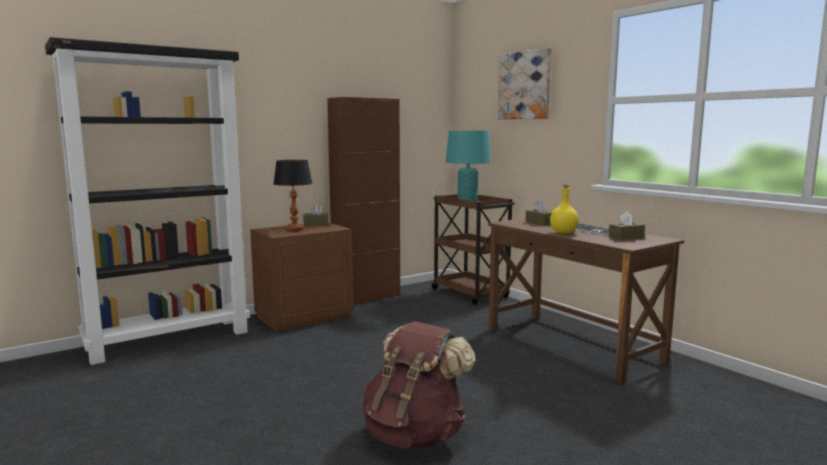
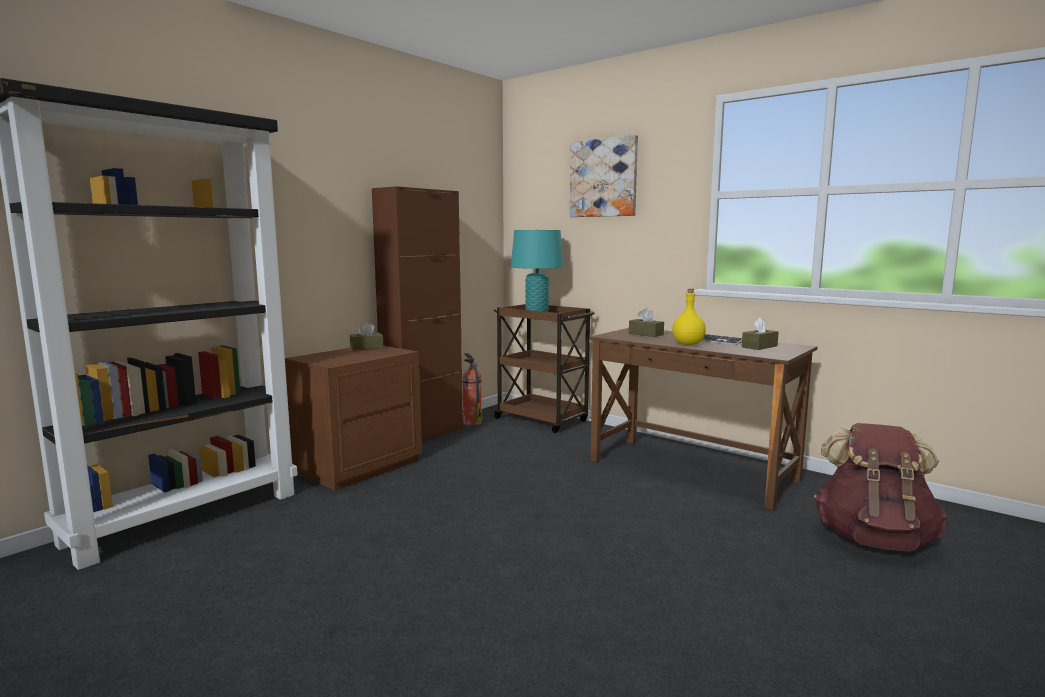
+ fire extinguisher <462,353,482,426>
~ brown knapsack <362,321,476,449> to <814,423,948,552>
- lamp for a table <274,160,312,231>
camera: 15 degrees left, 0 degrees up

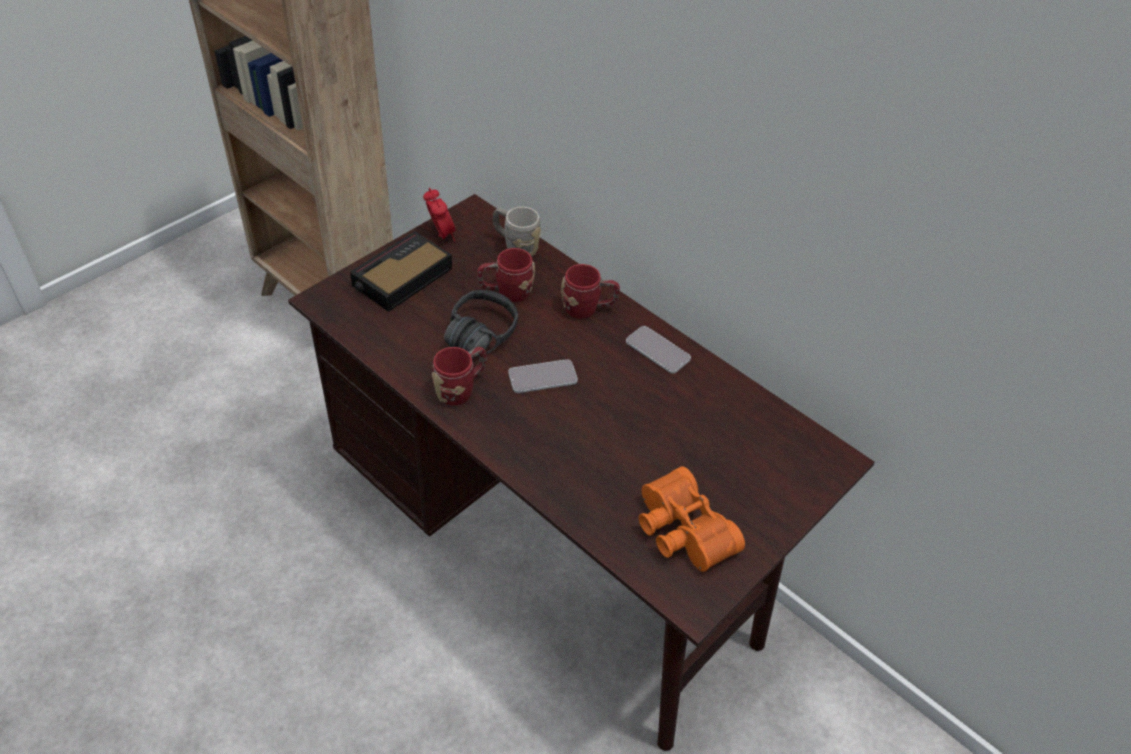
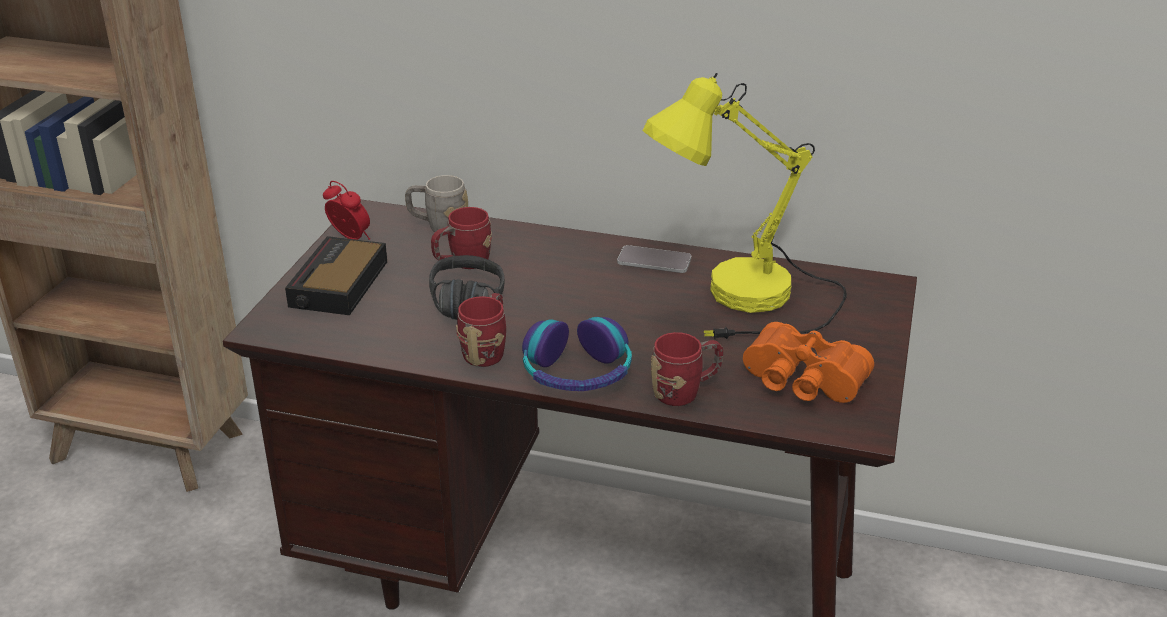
+ headset <522,317,632,391>
+ yellowish lamp for a table <642,73,847,339>
~ red tea mug <561,264,620,319> to <651,332,723,406>
- phone <508,359,578,393>
camera: 25 degrees left, 15 degrees down

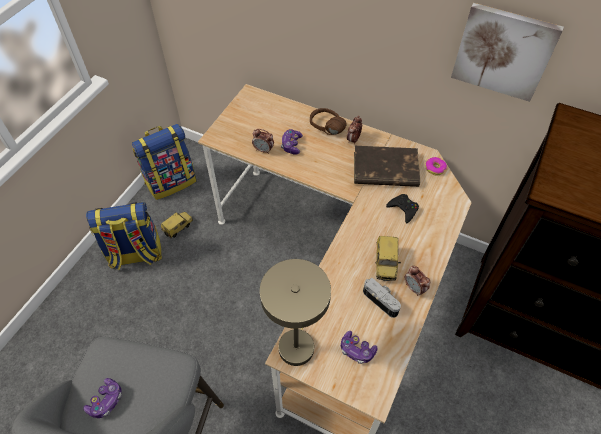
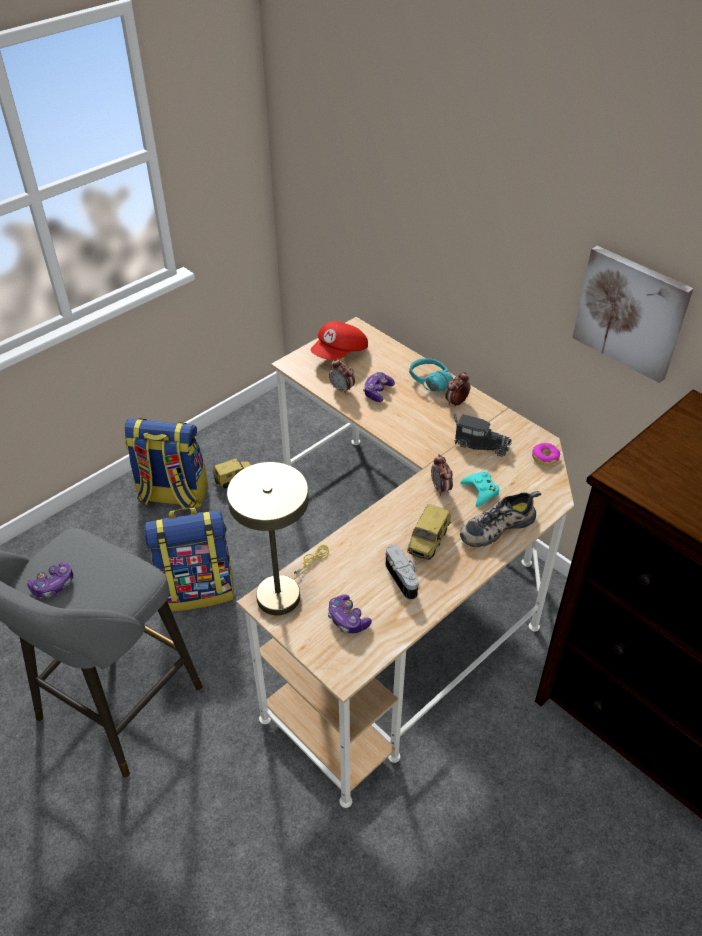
~ knapsack <132,124,197,200> to <144,507,234,611>
+ red peaked cap <311,321,368,360>
~ brown headset <310,108,347,135> to blue-green headset <409,358,453,392>
~ alarm clock <405,266,430,296> to <431,454,453,496>
~ brown bound book <354,146,420,187> to toy truck <454,413,512,457>
~ black-coloured gamepad <386,194,419,223> to blue-green gamepad <460,472,500,507>
+ item of footwear <460,491,541,547>
camera: 20 degrees right, 10 degrees down

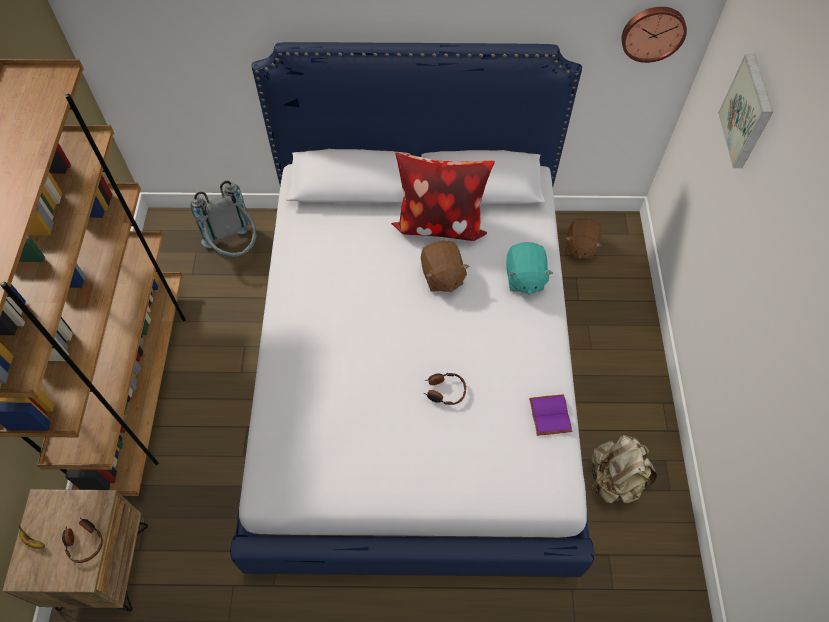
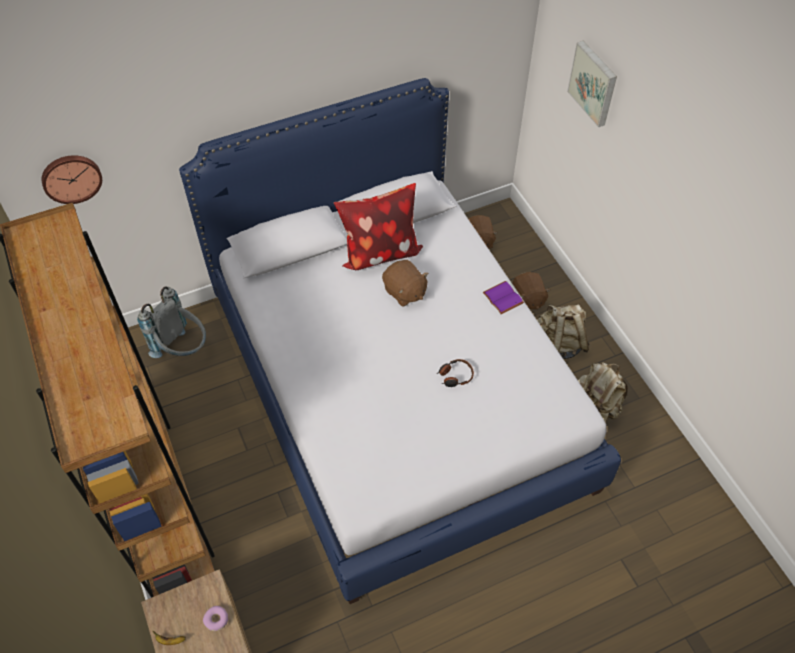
~ wall clock <621,7,687,63> to <42,155,102,204>
~ headset <62,518,103,563> to ring doughnut <203,606,228,631>
~ purplish bound book <529,394,572,436> to <483,281,524,314>
+ brown cuddly toy <513,272,551,310>
+ sand-coloured knapsack <537,304,590,359>
- blue-green cuddly toy <506,242,553,295>
camera: 25 degrees left, 5 degrees down

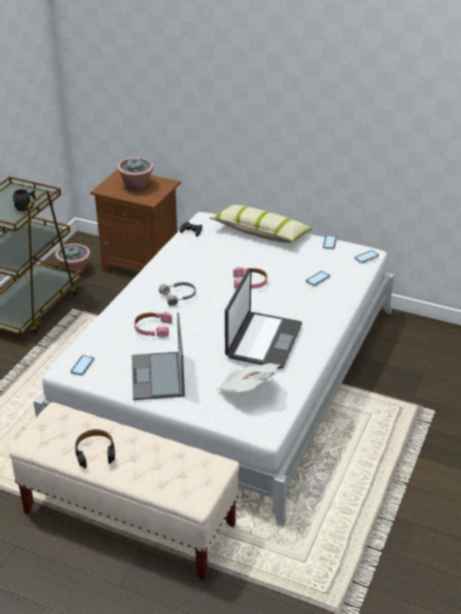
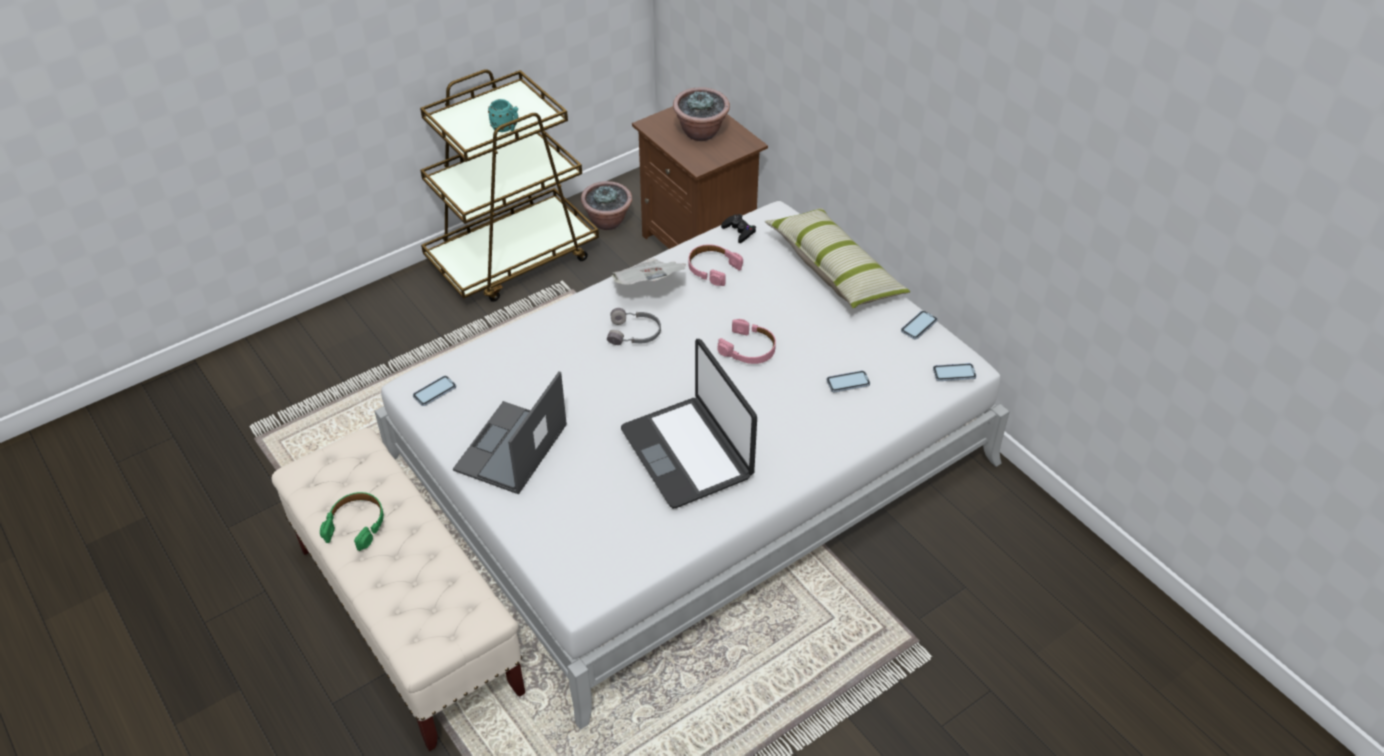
~ black-coloured headset <75,429,115,468> to green headset <320,492,384,551>
~ black-coloured tea mug <13,189,36,211> to blue-green tea mug <488,99,519,132>
~ newspaper <217,363,280,392> to <612,258,686,285>
~ notebook computer <225,268,302,369> = <621,339,757,508> 105 degrees clockwise
~ pink-coloured headset <134,312,172,337> to <689,244,743,286>
camera: 30 degrees right, 10 degrees up

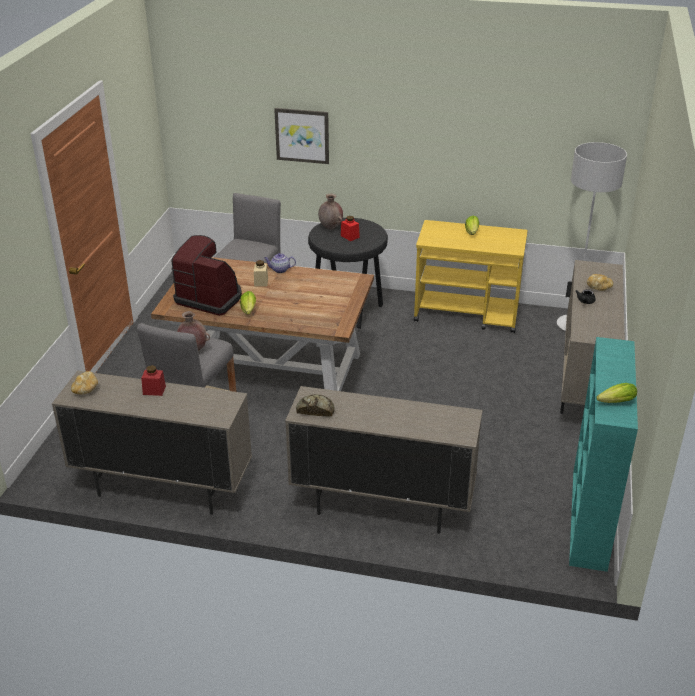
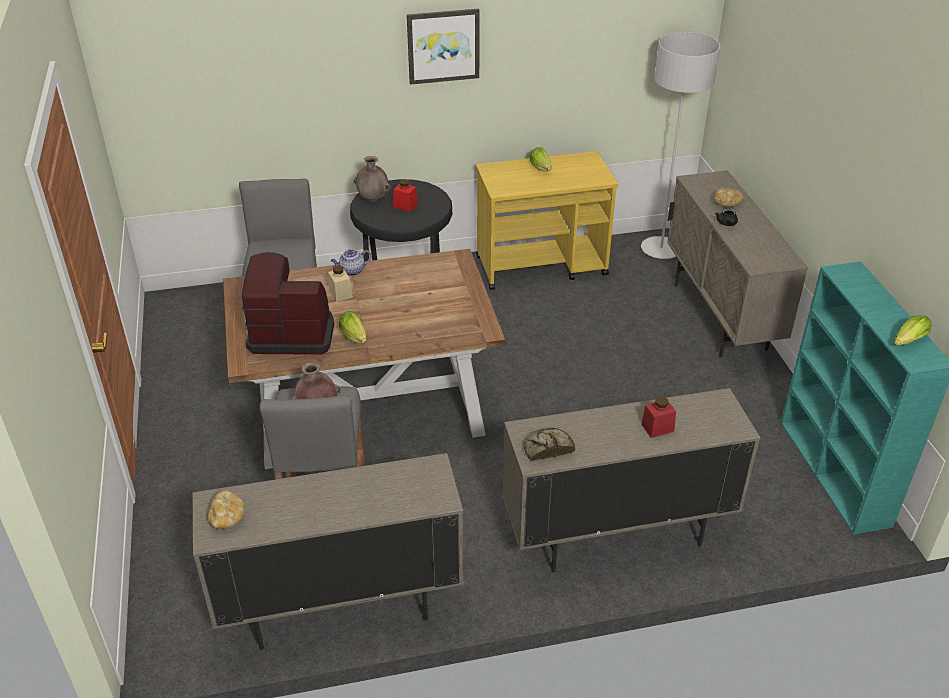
~ wall picture <274,108,329,164> to <407,9,480,85>
~ red preserve jar <141,365,166,396> to <641,397,676,438>
camera: 25 degrees left, 5 degrees up

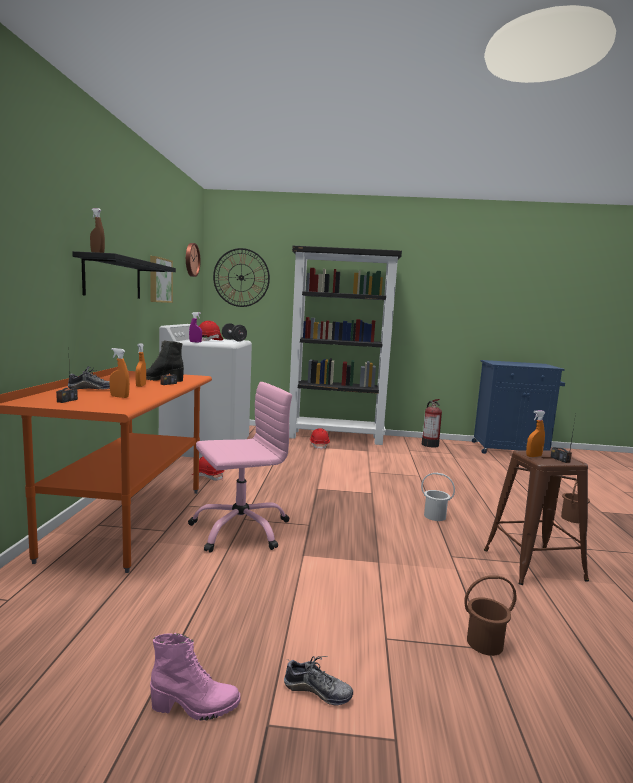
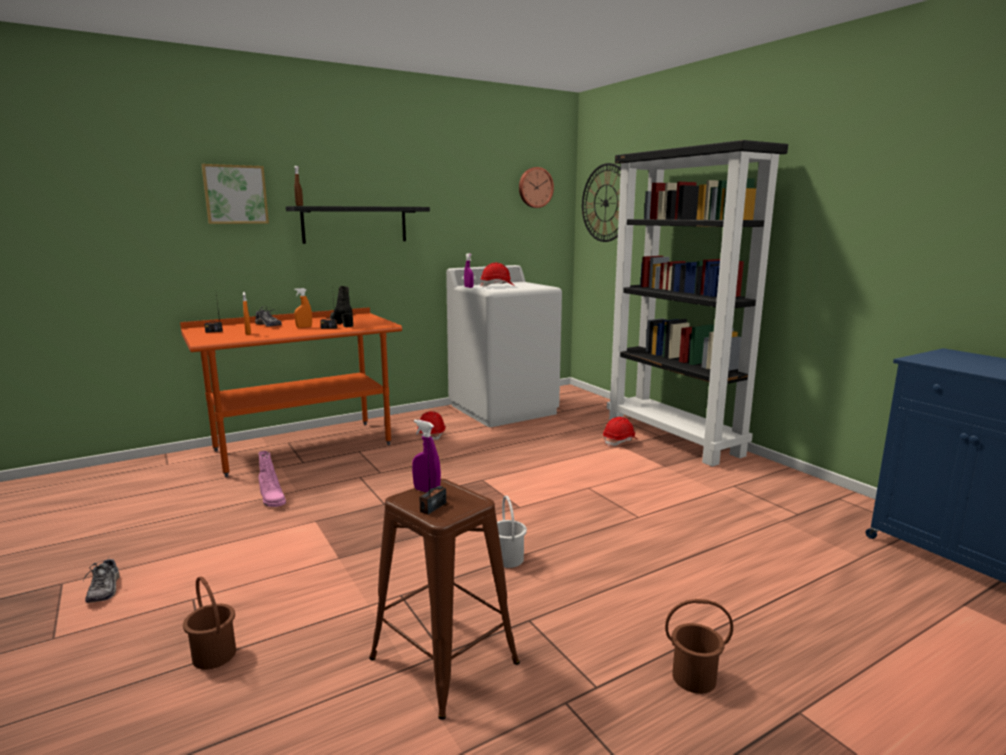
~ wall picture <150,256,173,303> to <202,164,269,224>
~ pink-coloured high-top boot <150,633,241,721> to <258,451,286,507>
~ orange hand sprayer <526,410,545,457> to purplish hand sprayer <412,420,441,492>
- pink-coloured desk chair <188,382,292,553>
- black-coloured dumbbell <222,323,247,342>
- fire extinguisher <422,399,442,447>
camera: 55 degrees right, 5 degrees up

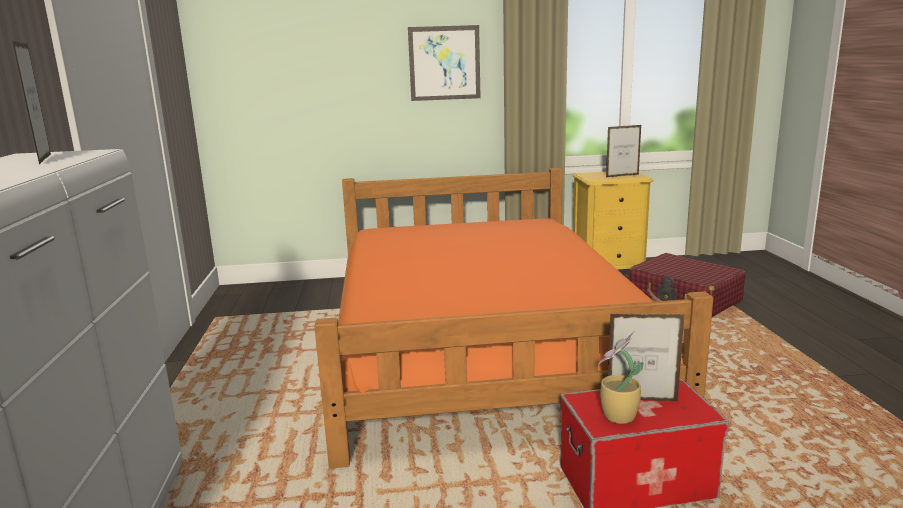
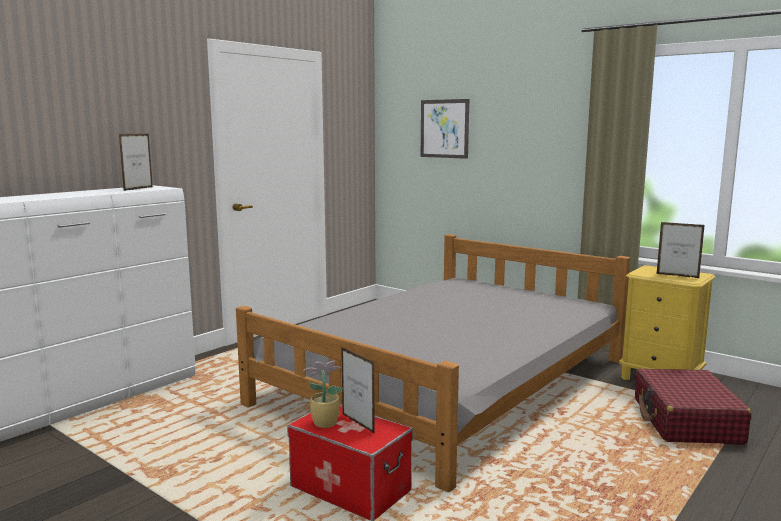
~ orange bedroom bed <314,168,714,469> to grey bedroom bed <236,234,630,492>
~ wall picture <408,25,481,101> to <421,99,469,159>
camera: 45 degrees right, 5 degrees down

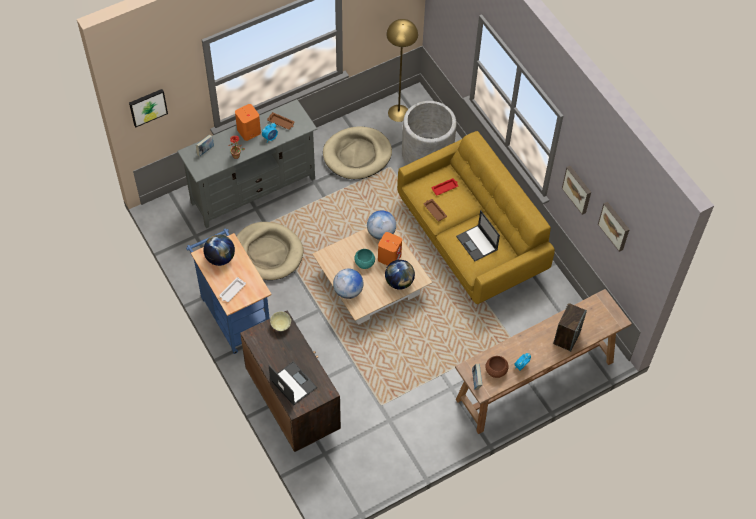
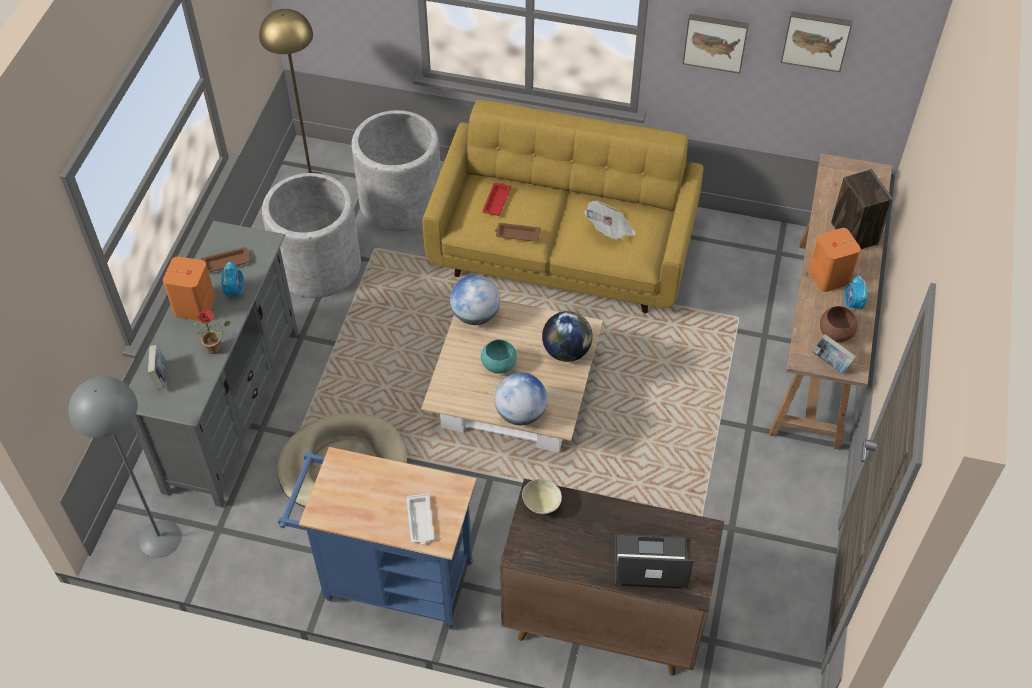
+ grey floor lamp <68,376,182,558>
~ sand-coloured dog cushion <323,126,392,179> to grey flower pot <262,173,361,298>
~ notebook computer <456,210,500,261> to newspaper <584,201,636,240>
~ orange loudspeaker <378,232,402,266> to <808,228,861,292>
- wall picture <129,89,168,127>
- globe <204,235,235,266>
camera: 45 degrees left, 5 degrees down

